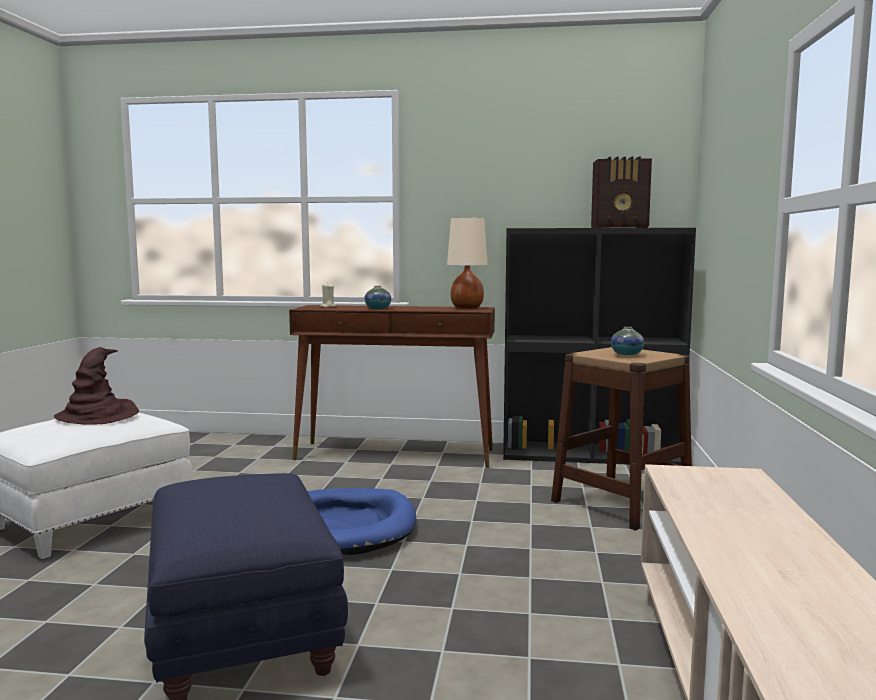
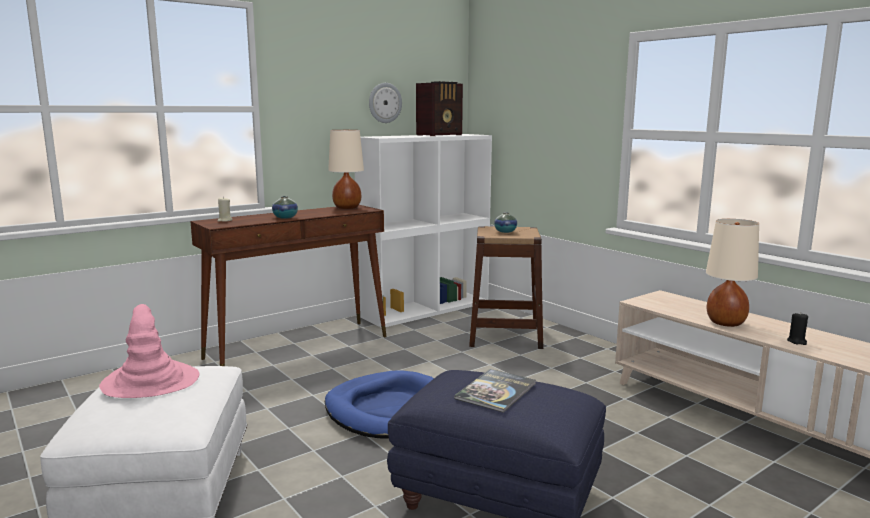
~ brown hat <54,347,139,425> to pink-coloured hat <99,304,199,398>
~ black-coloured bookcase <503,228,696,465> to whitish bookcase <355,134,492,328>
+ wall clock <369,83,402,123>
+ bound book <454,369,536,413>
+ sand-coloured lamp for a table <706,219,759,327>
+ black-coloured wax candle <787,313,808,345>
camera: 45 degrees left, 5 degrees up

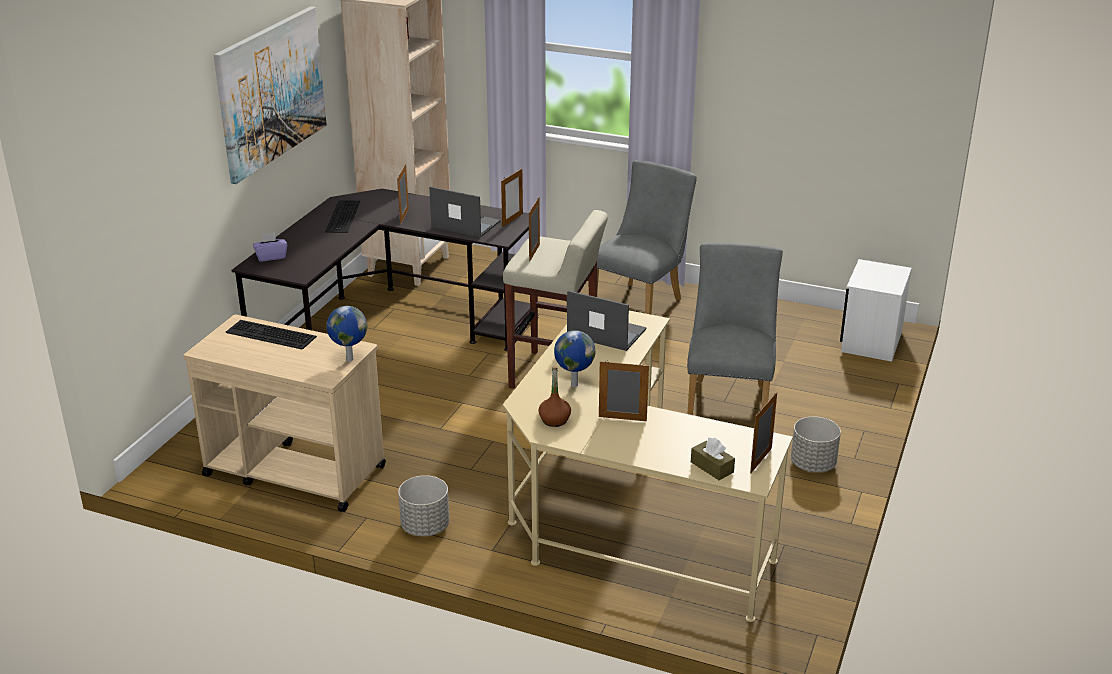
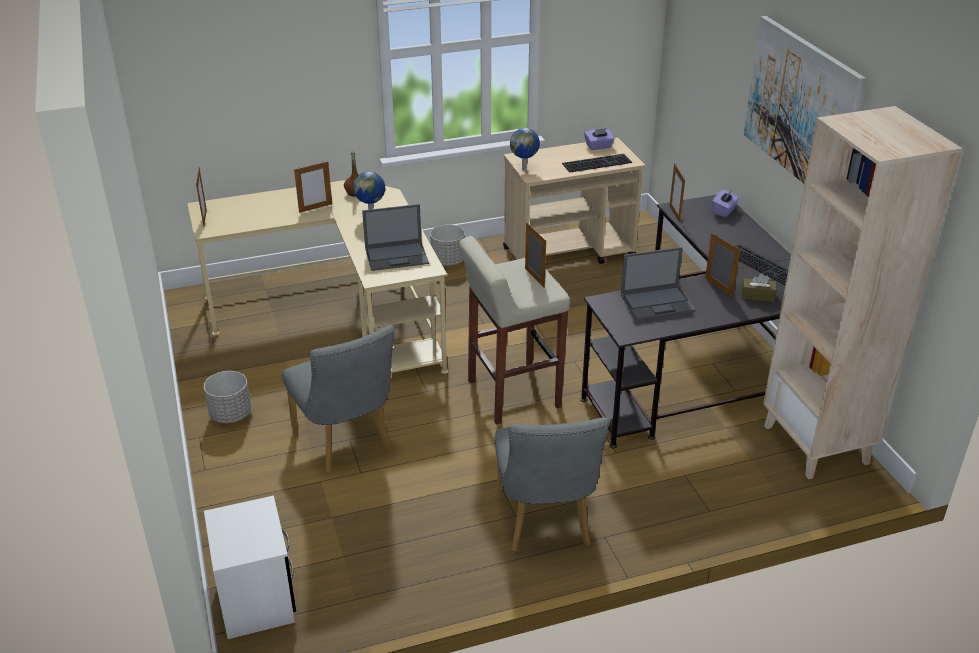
+ purplish tissue box <584,128,615,150>
~ picture frame <501,169,523,227> to <670,163,685,223>
~ brown tissue box <691,438,735,480> to <742,273,776,302>
camera: 140 degrees right, 5 degrees up

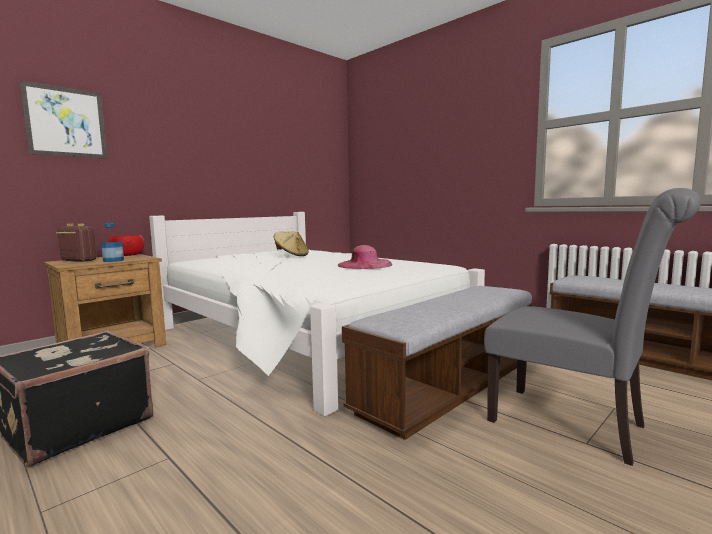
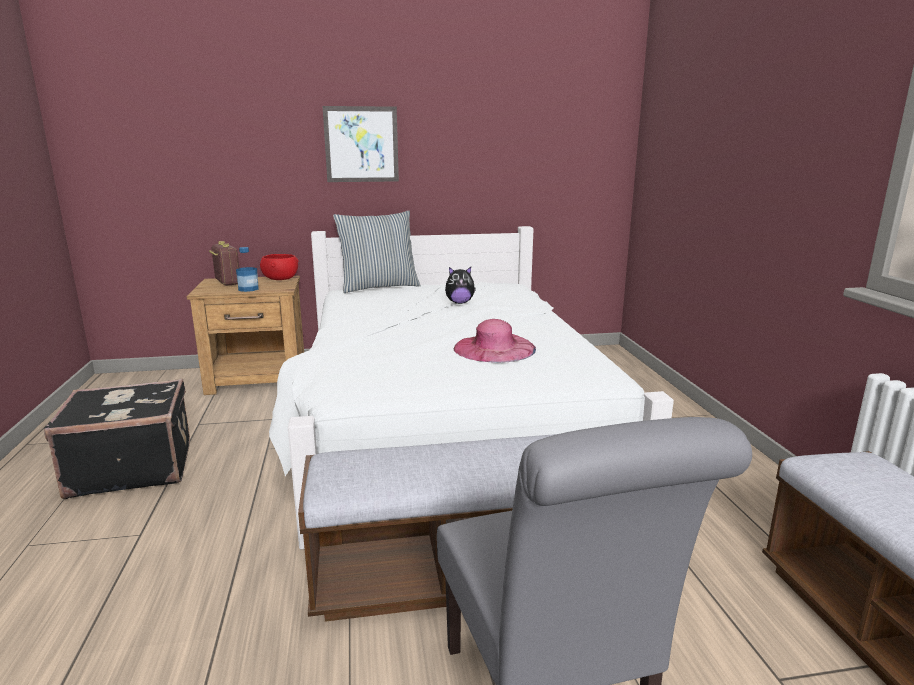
~ wall picture <19,80,108,159> to <323,106,399,182>
+ cushion <333,211,421,293>
~ sand-coloured hat <274,231,308,256> to cuddly toy <445,267,476,304>
camera: 35 degrees right, 10 degrees up

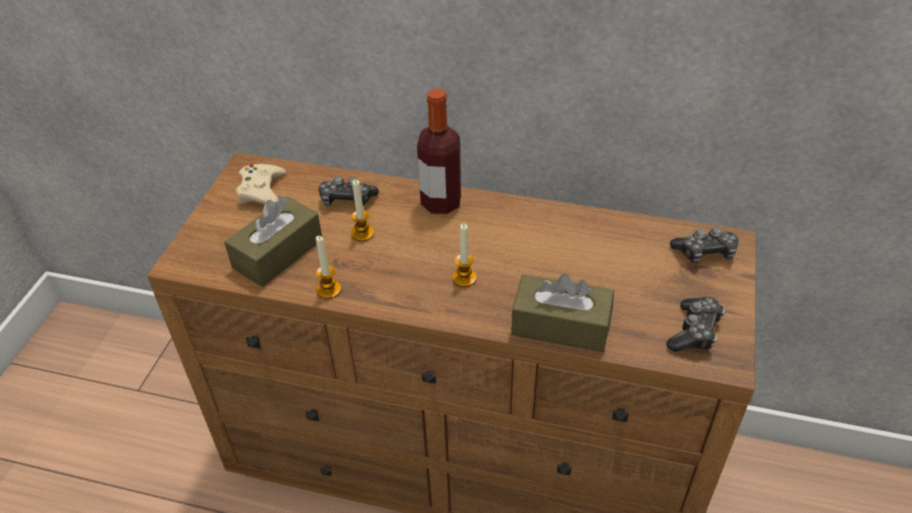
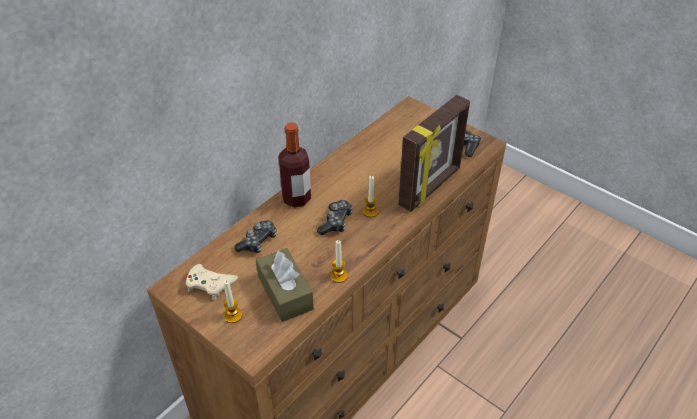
~ wax candle <351,180,374,242> to <223,280,242,323>
~ gamepad <670,227,739,264> to <317,200,353,235>
~ brown tissue box <511,273,614,352> to picture frame <398,95,470,212>
camera: 65 degrees left, 0 degrees up

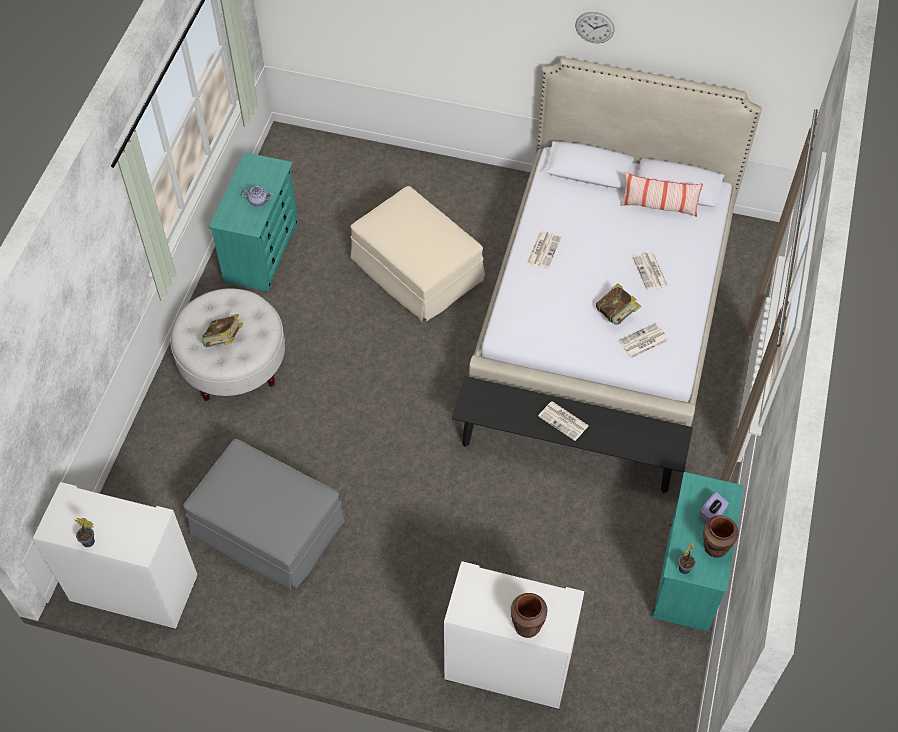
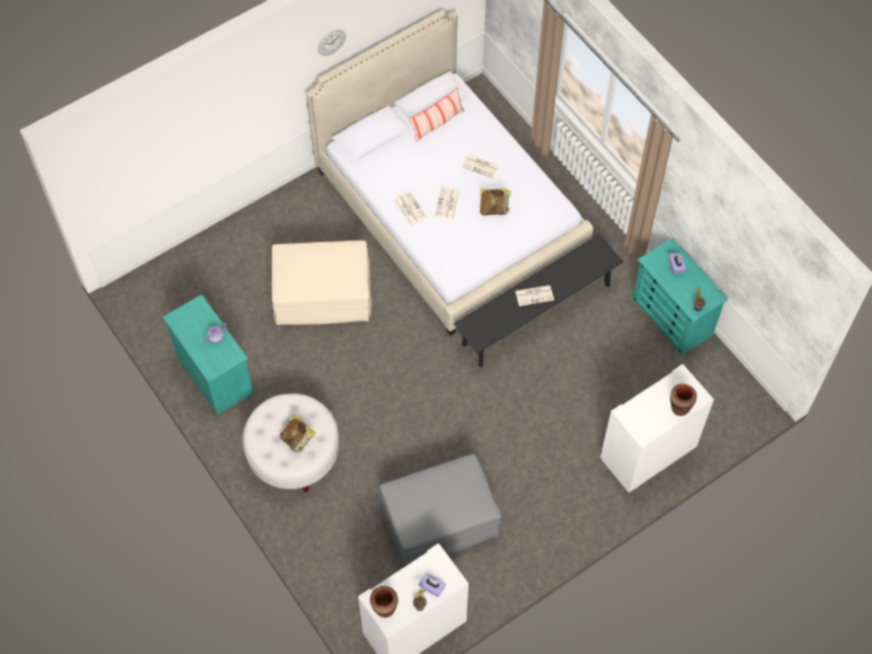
~ brown decorative vase <703,516,739,558> to <370,586,398,618>
+ purplish tissue box <419,573,446,597>
~ newspaper <619,323,669,359> to <435,187,460,220>
camera: 50 degrees left, 5 degrees up

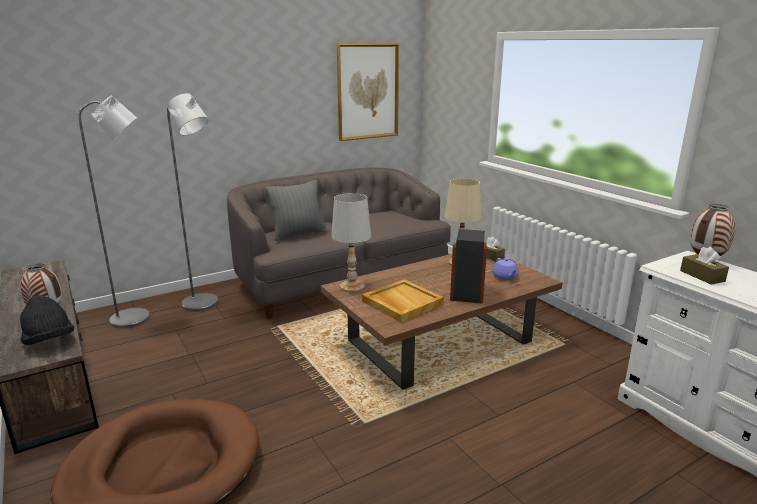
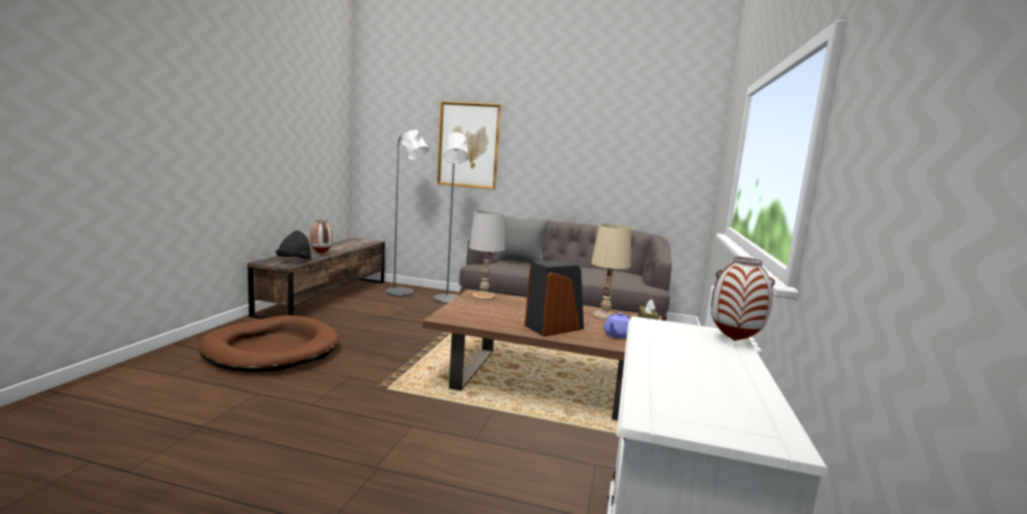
~ wall picture <336,44,399,141> to <437,101,501,189>
- sand-coloured tray <362,279,444,323>
- brown tissue box <680,247,729,285>
camera: 45 degrees right, 10 degrees down

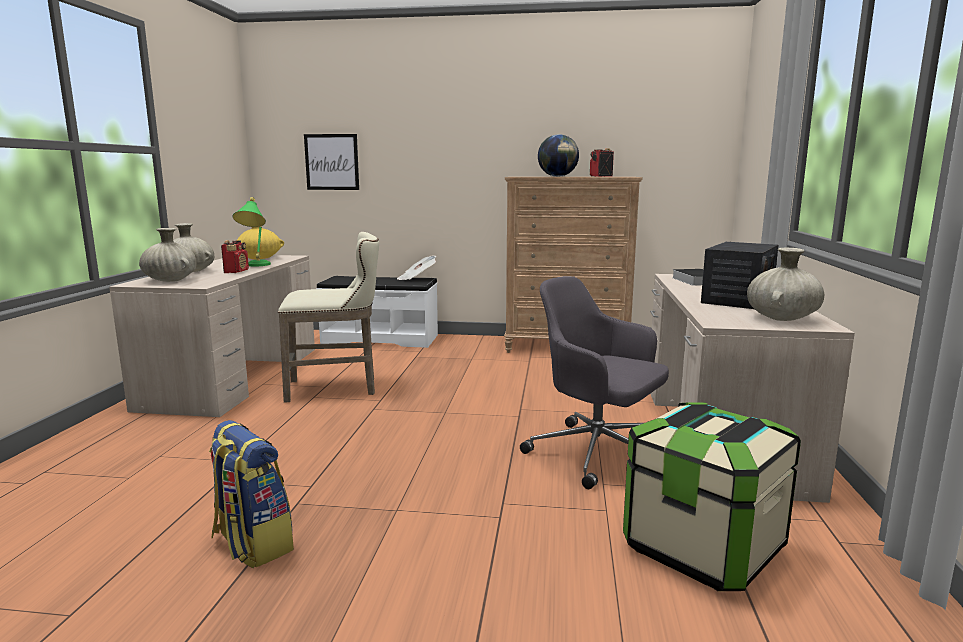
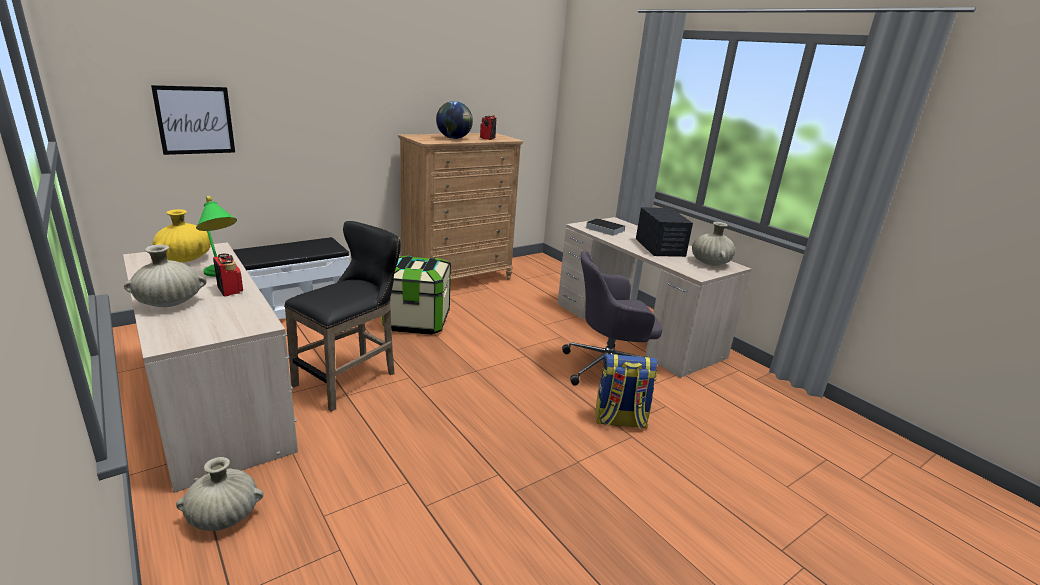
~ sand-coloured decorative vase <139,228,197,282> to <176,457,264,531>
~ sand-coloured sitting stool <278,232,379,403> to black-coloured sitting stool <284,221,401,411>
~ storage container <623,403,801,591> to <382,255,451,335>
~ knapsack <209,420,294,568> to <596,354,658,428>
- newspaper <397,255,437,280>
camera: 45 degrees left, 10 degrees up

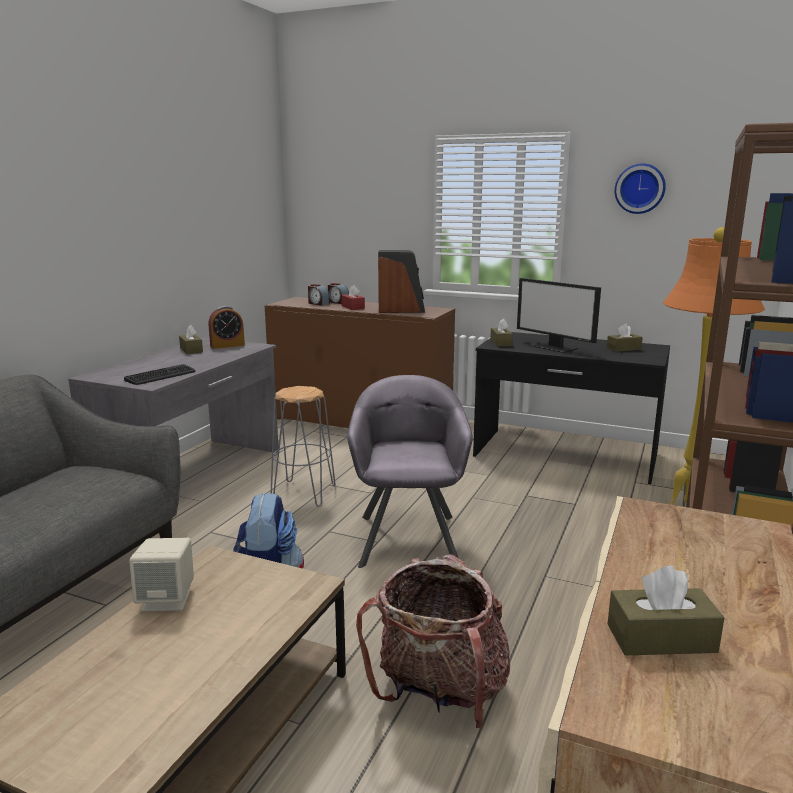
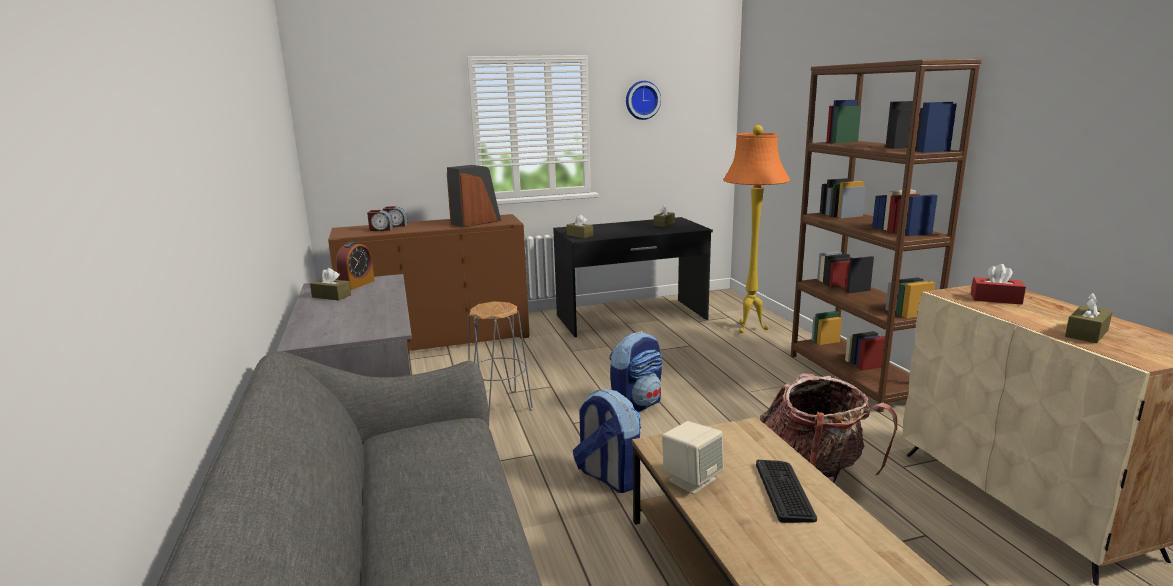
~ grey armchair <347,375,473,568> to knapsack <609,331,663,412>
~ computer keyboard <124,364,196,385> to <756,460,817,523>
~ red tissue box <341,285,365,310> to <971,264,1026,304>
- monitor <517,278,601,353>
camera: 40 degrees left, 0 degrees up

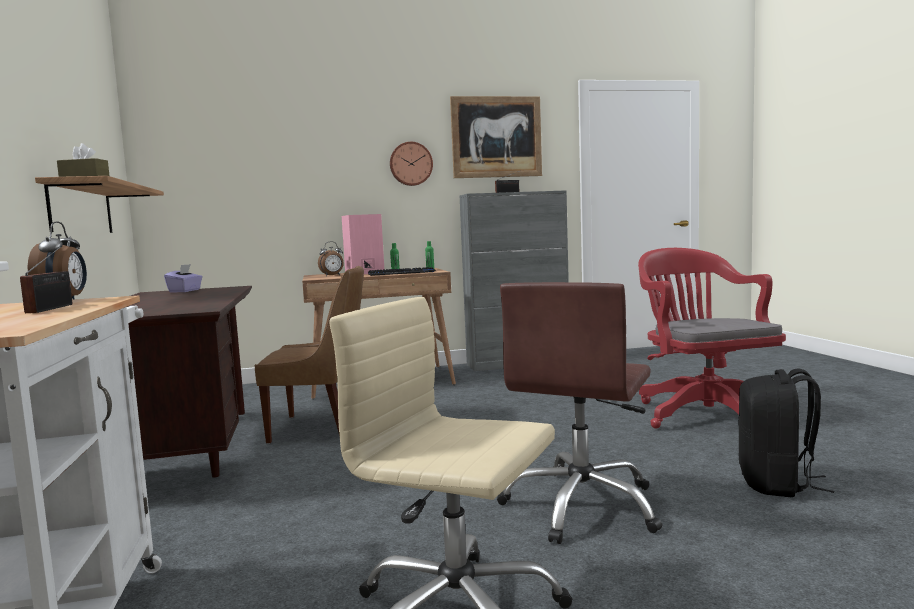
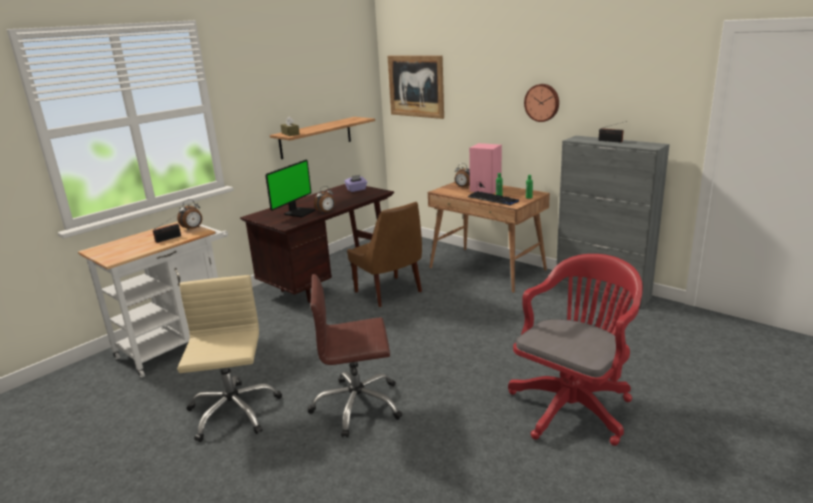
+ monitor <265,160,316,217>
+ alarm clock <314,186,335,214>
~ wall picture <450,96,542,178> to <387,55,444,119>
- black-coloured knapsack <738,368,834,497>
camera: 55 degrees right, 15 degrees up

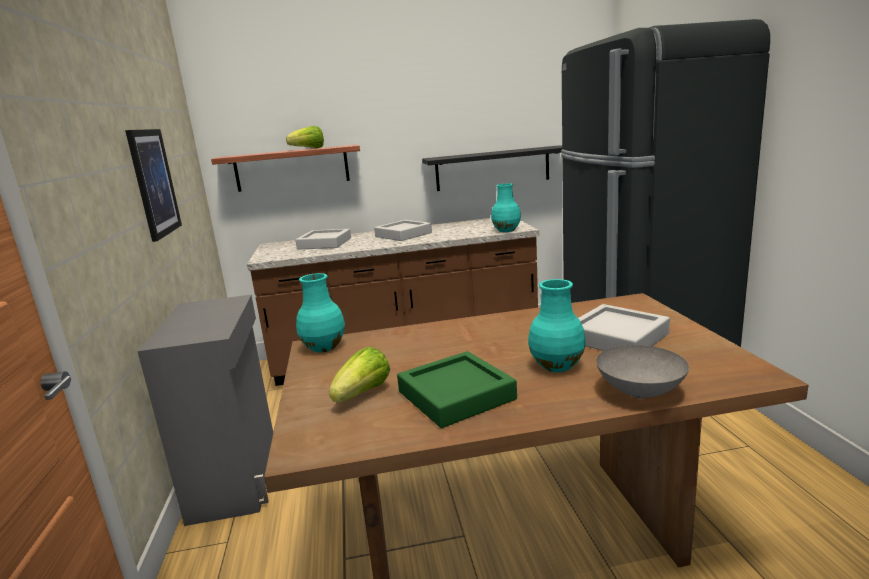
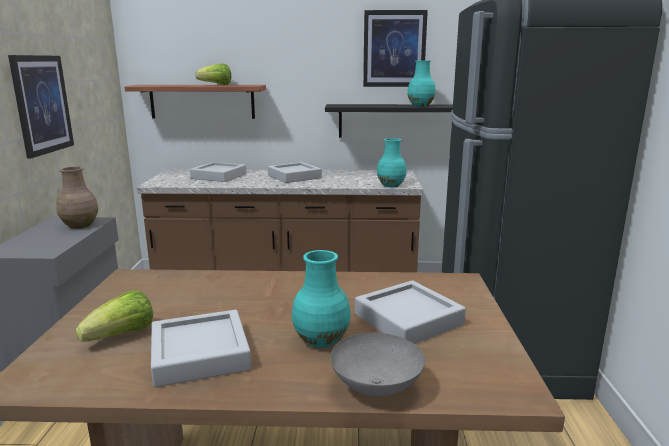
+ brown decorative vase <56,167,98,229>
~ green tray <397,351,517,428> to grey tray <151,310,251,387>
+ wall picture <363,10,428,87>
~ blue-green decorative vase <296,273,345,352> to <407,60,436,107>
camera: 10 degrees right, 0 degrees up

